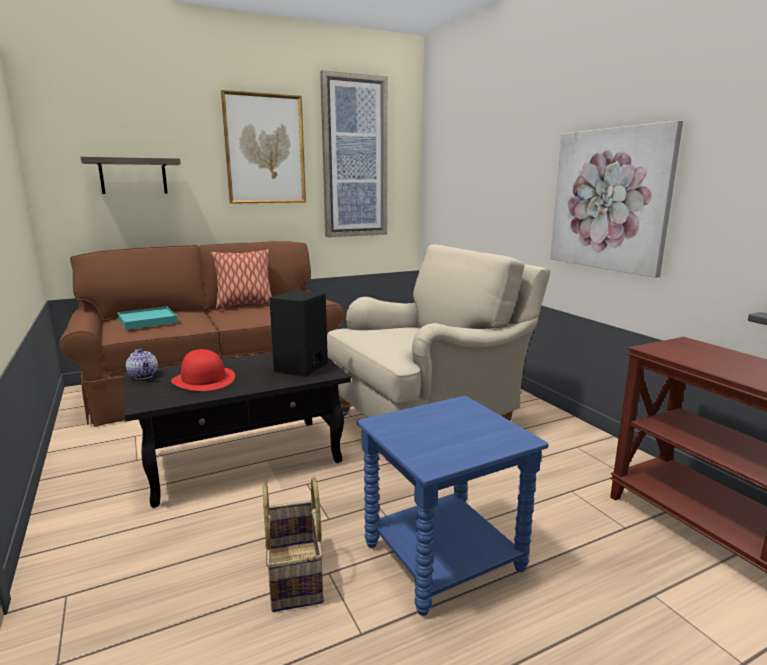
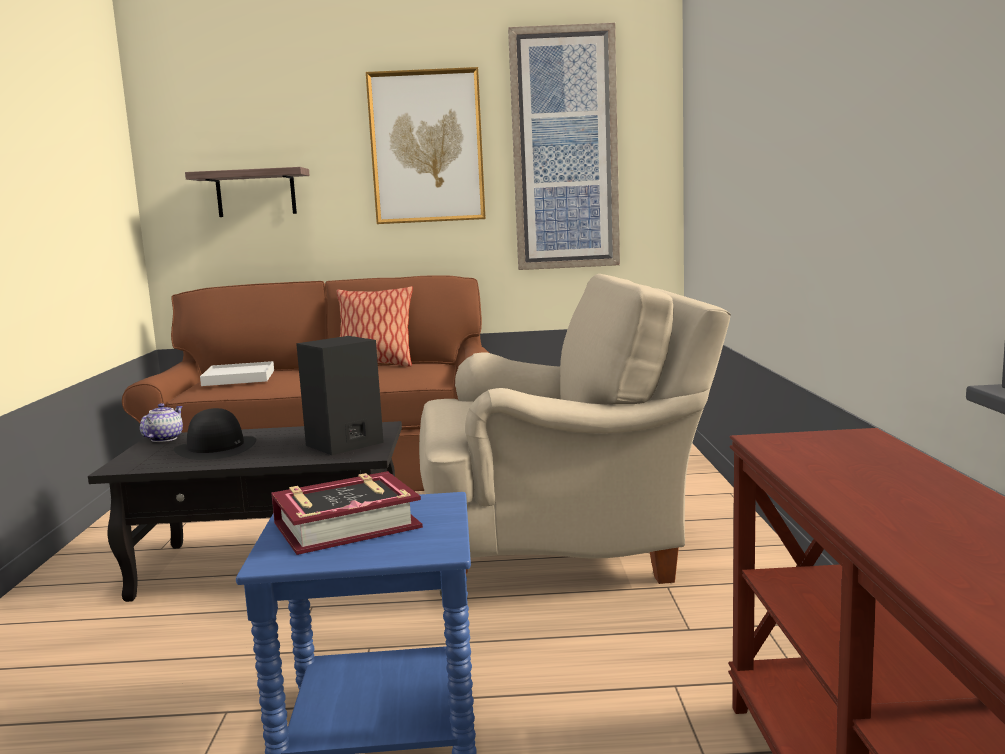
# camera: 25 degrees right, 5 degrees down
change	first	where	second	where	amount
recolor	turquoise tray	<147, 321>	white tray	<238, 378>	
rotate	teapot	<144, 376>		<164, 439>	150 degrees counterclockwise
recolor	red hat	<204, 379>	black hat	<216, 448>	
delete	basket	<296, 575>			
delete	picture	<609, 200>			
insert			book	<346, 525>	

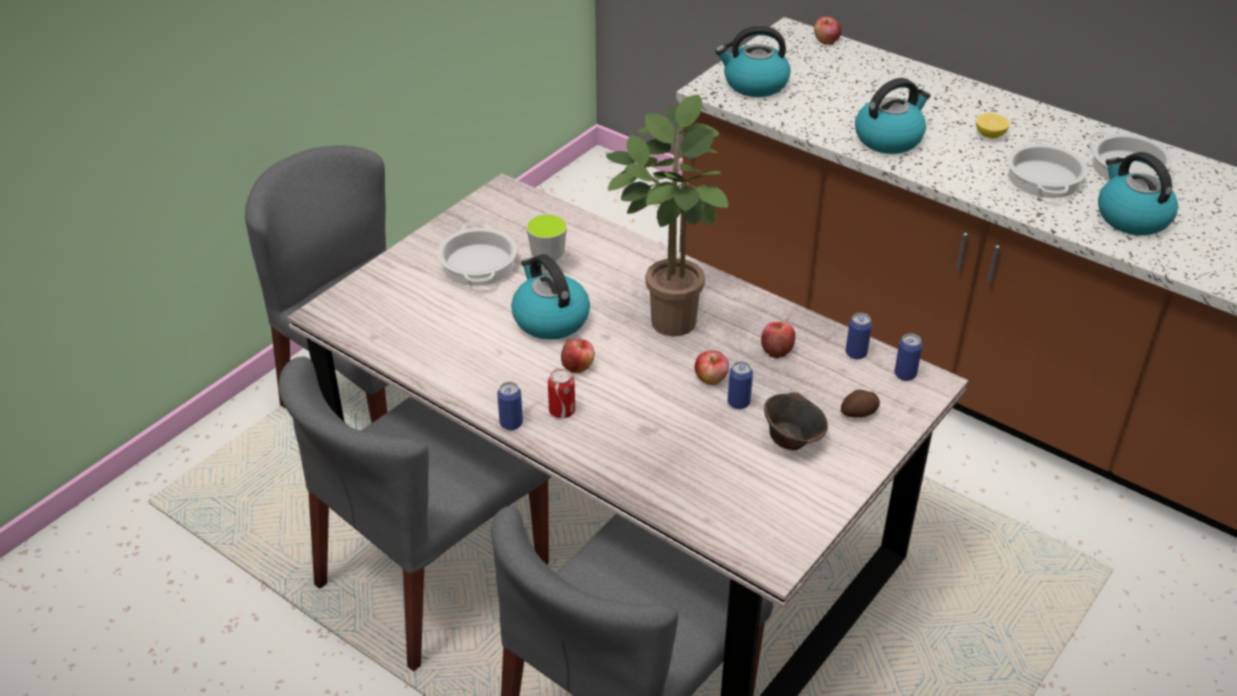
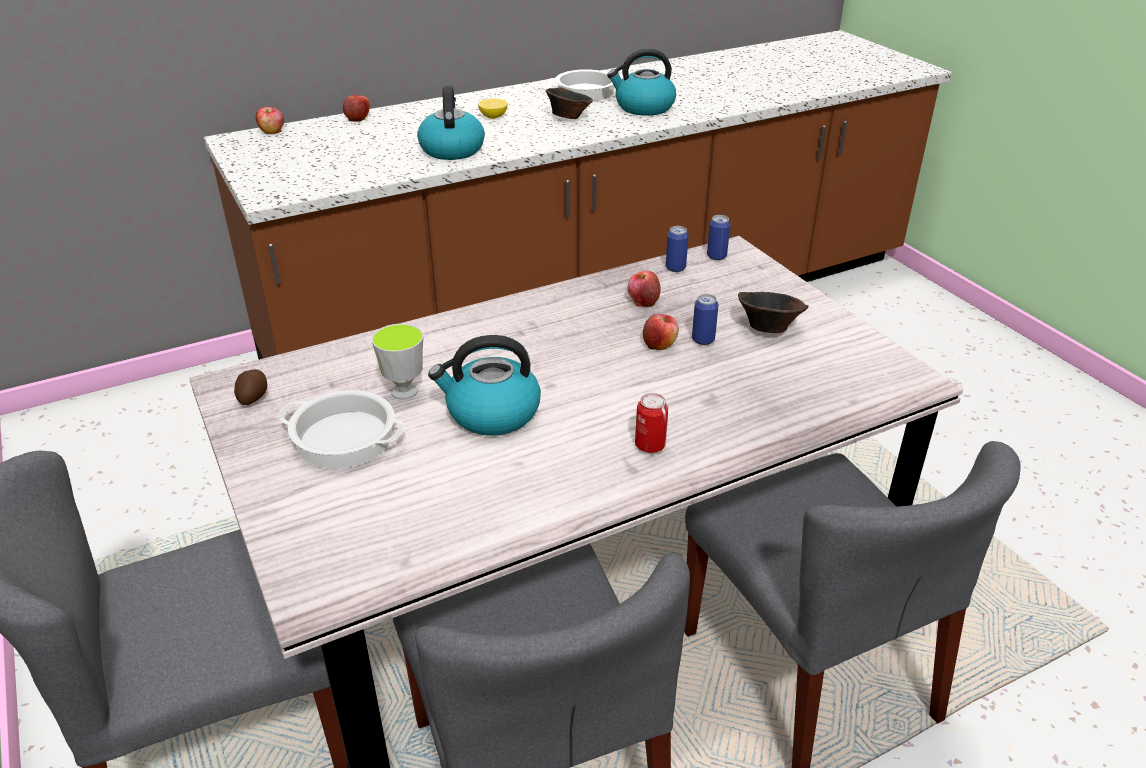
# camera: 65 degrees left, 5 degrees down
change	first	where	second	where	amount
delete	can	<511, 423>			
move	apple	<578, 366>		<358, 118>	
delete	potted plant	<667, 318>			
delete	kettle	<754, 84>			
move	potato	<860, 413>		<254, 396>	
replace	cooking pot	<1043, 178>	brown bowl	<568, 117>	

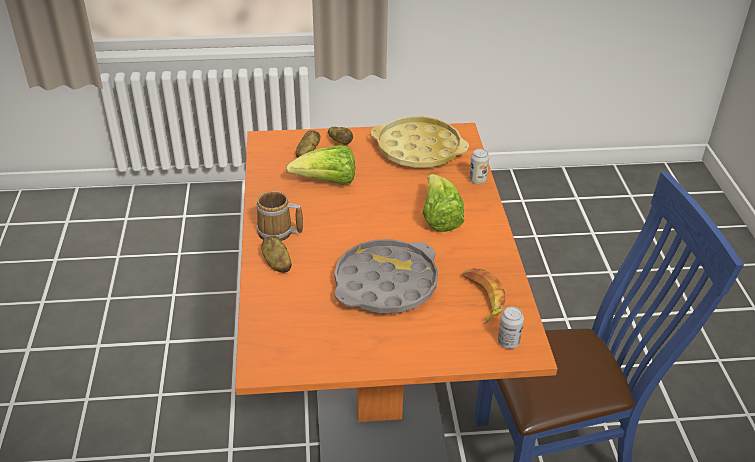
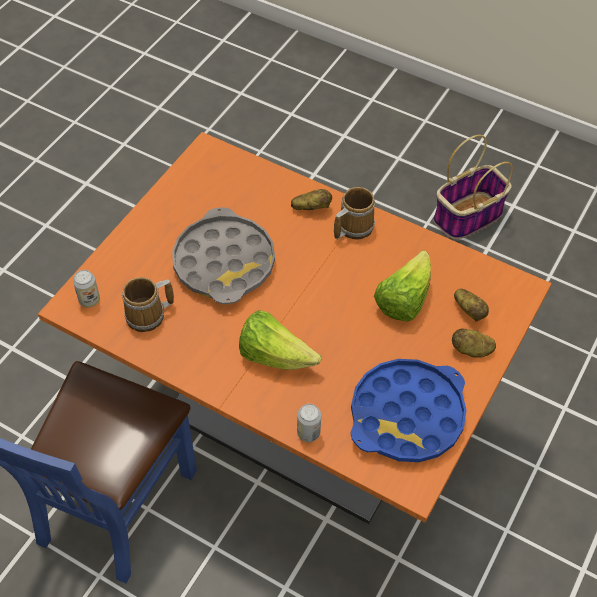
# camera: 125 degrees right, 15 degrees up
change	first	where	second	where	amount
recolor	yellow tray	<418, 149>	blue tray	<407, 415>	
replace	banana	<481, 298>	mug	<148, 316>	
insert			basket	<467, 217>	

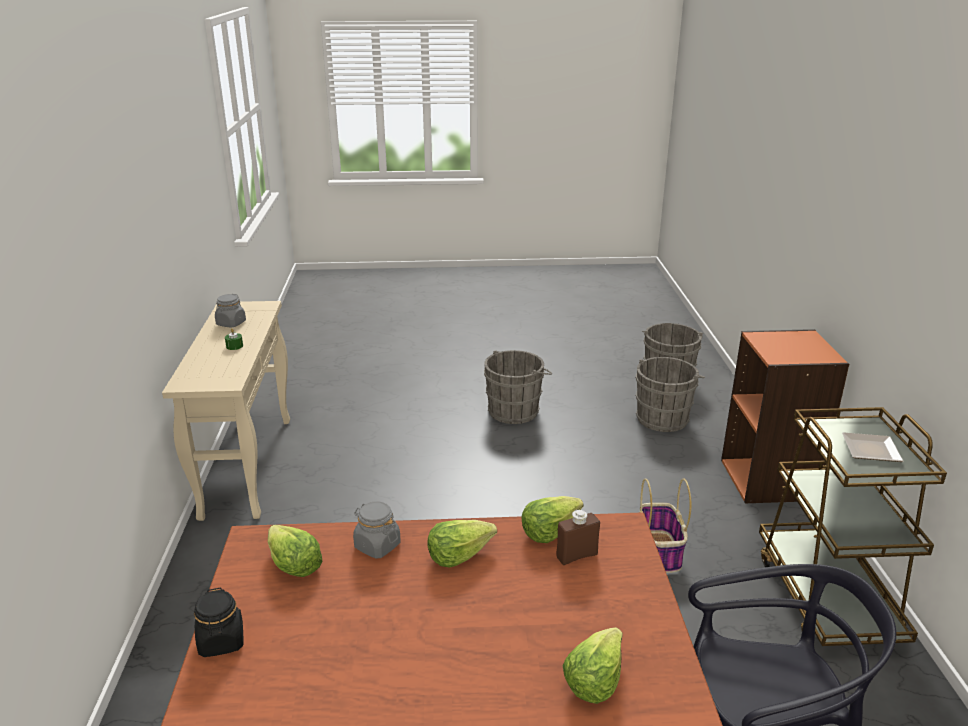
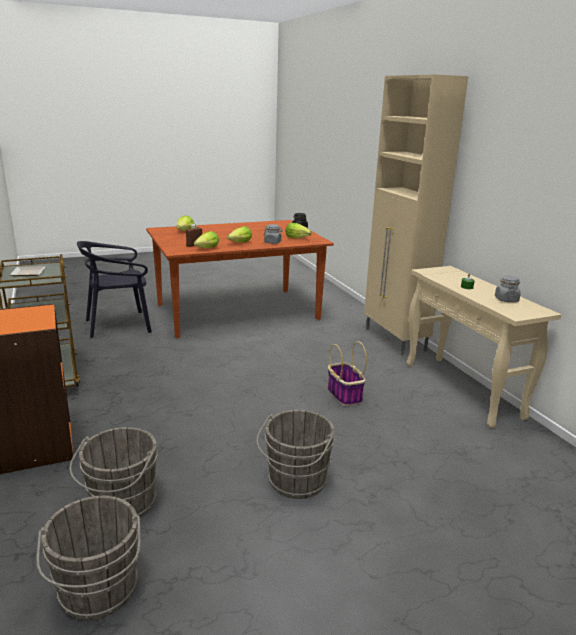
# camera: 160 degrees right, 5 degrees down
change	first	where	second	where	amount
move	basket	<659, 553>		<344, 394>	
insert			beige cabinet	<395, 340>	

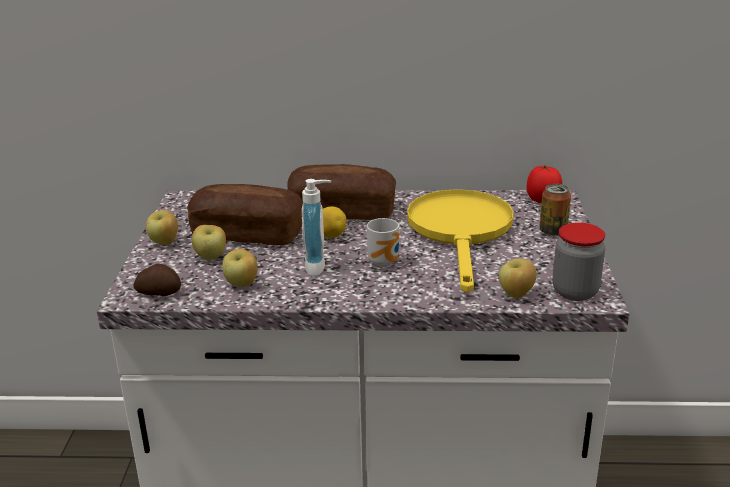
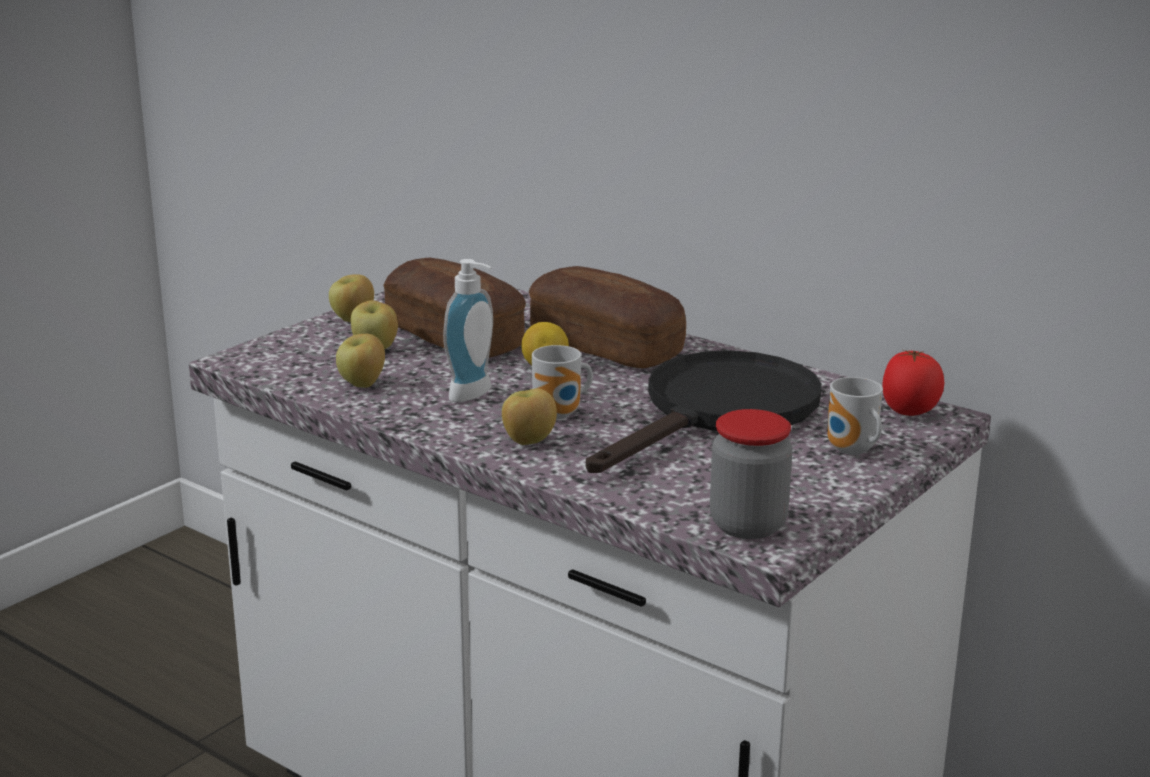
# camera: 35 degrees right, 5 degrees down
change	first	where	second	where	amount
delete	potato	<159, 292>			
recolor	yellow frying pan	<461, 232>	black frying pan	<719, 413>	
move	apple	<516, 294>		<528, 441>	
replace	can	<553, 231>	mug	<851, 451>	

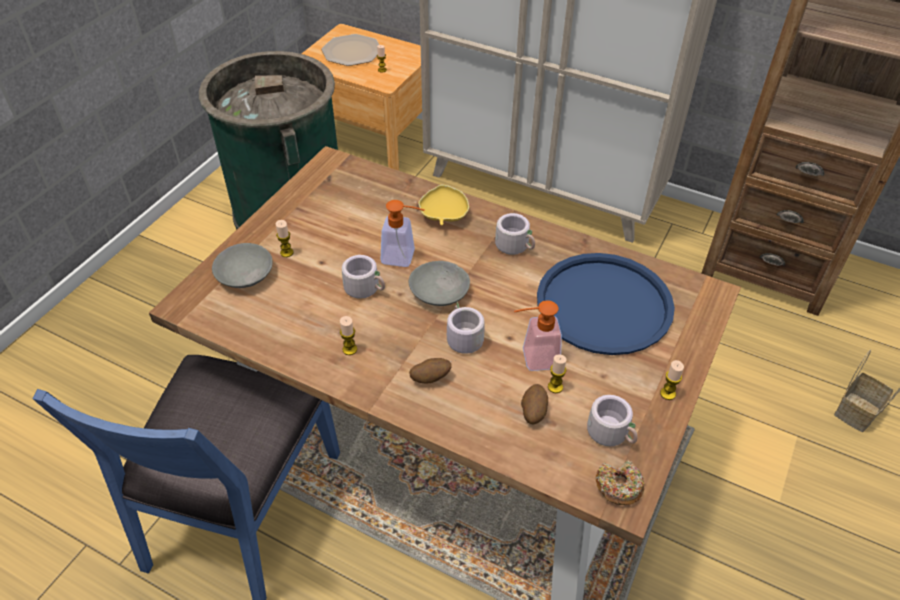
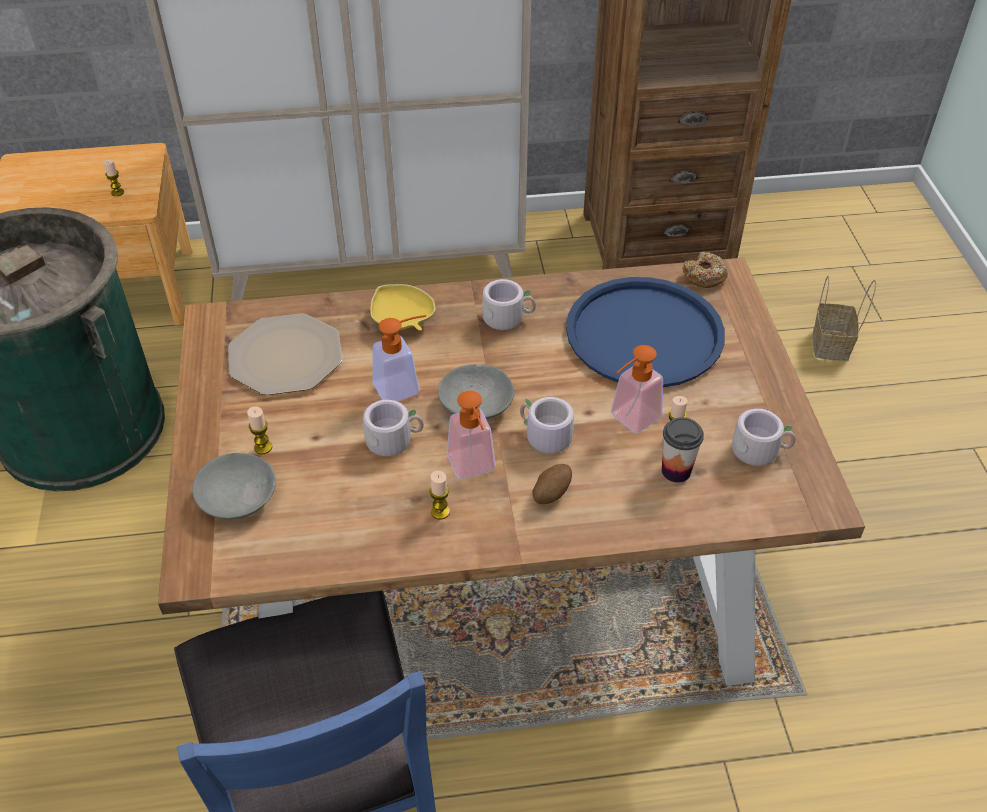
# camera: 35 degrees left, 0 degrees up
change	first	where	second	where	amount
move	plate	<351, 51>		<284, 355>	
replace	potato	<533, 412>	cup	<676, 471>	
move	donut	<618, 486>		<704, 276>	
delete	candle	<667, 393>			
insert			soap dispenser	<474, 469>	

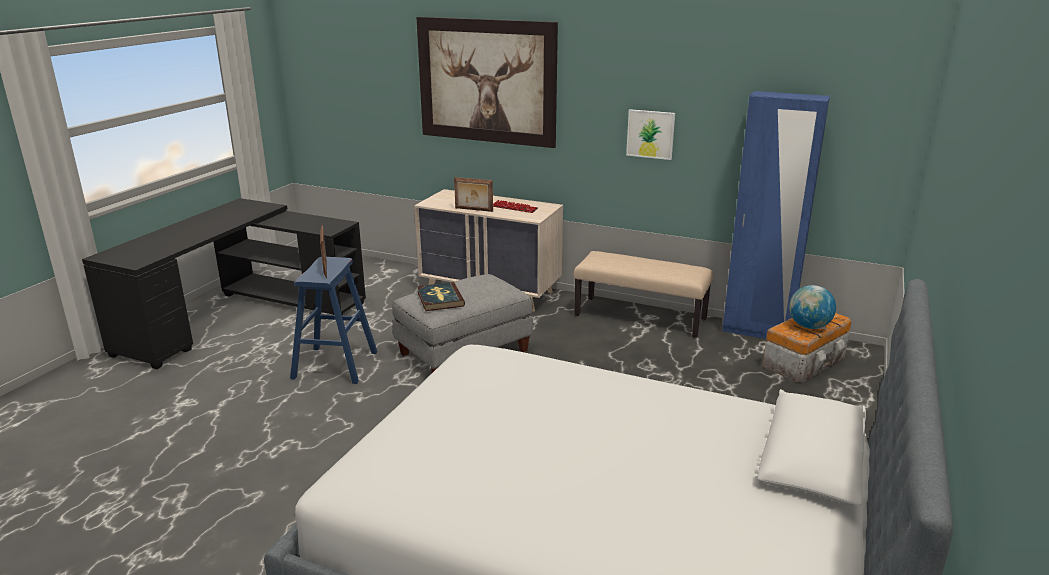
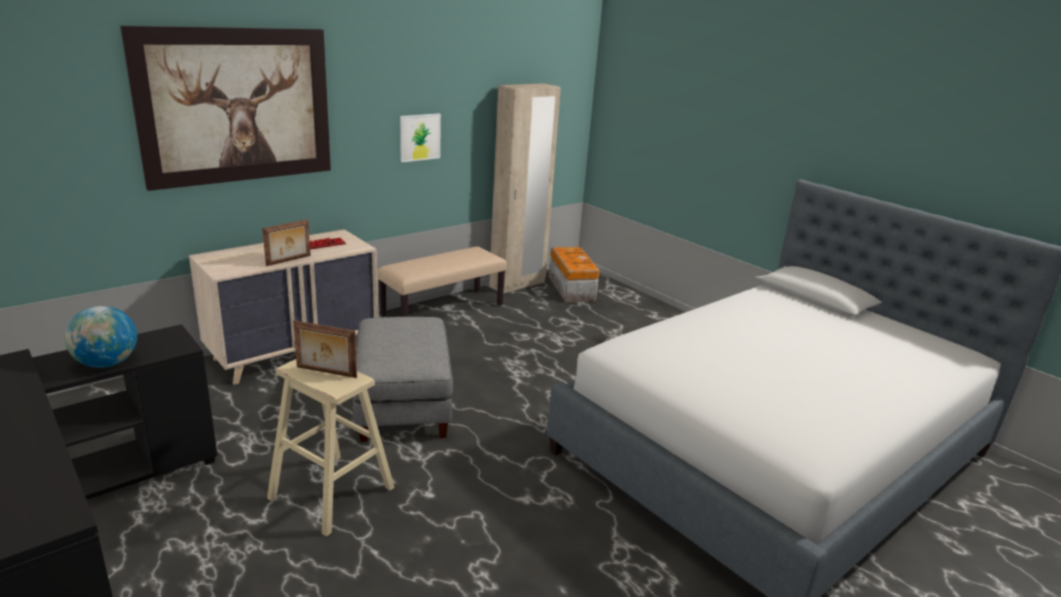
# camera: 65 degrees left, 0 degrees up
change	first	where	second	where	amount
recolor	blue stool	<335, 365>	beige stool	<332, 493>	
delete	book	<440, 299>			
recolor	blue wardrobe	<757, 332>	beige wardrobe	<517, 284>	
move	globe	<809, 326>		<107, 364>	

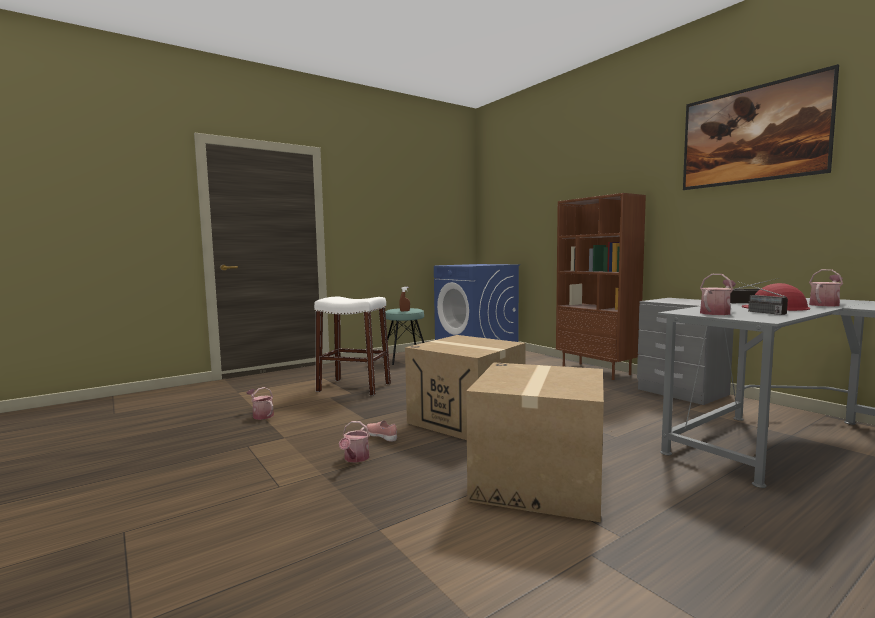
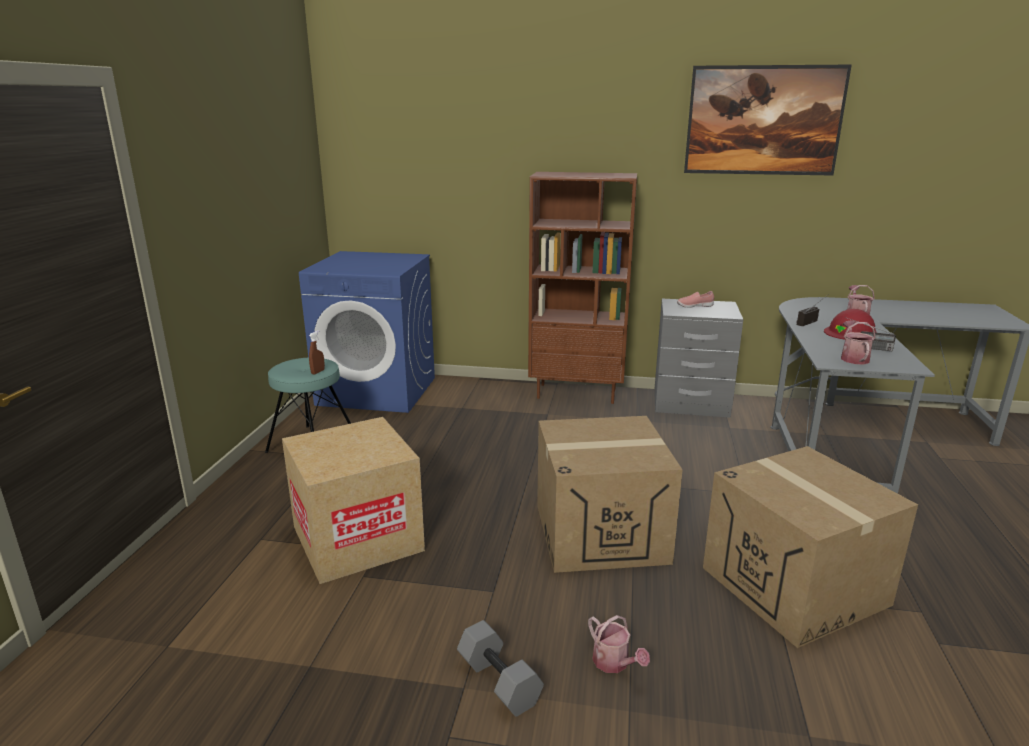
# camera: 45 degrees left, 15 degrees up
change	first	where	second	where	amount
delete	watering can	<261, 415>			
replace	white stool	<354, 387>	cardboard box	<357, 538>	
move	pink shoe	<382, 437>		<694, 306>	
insert			grey dumbbell	<497, 681>	

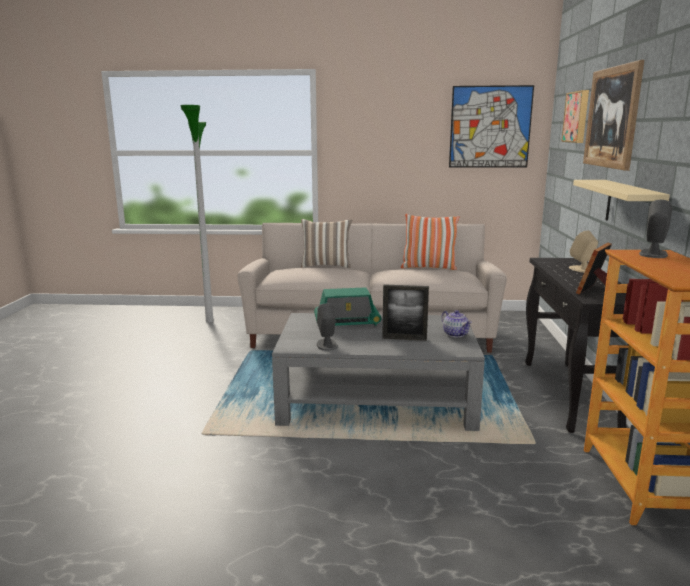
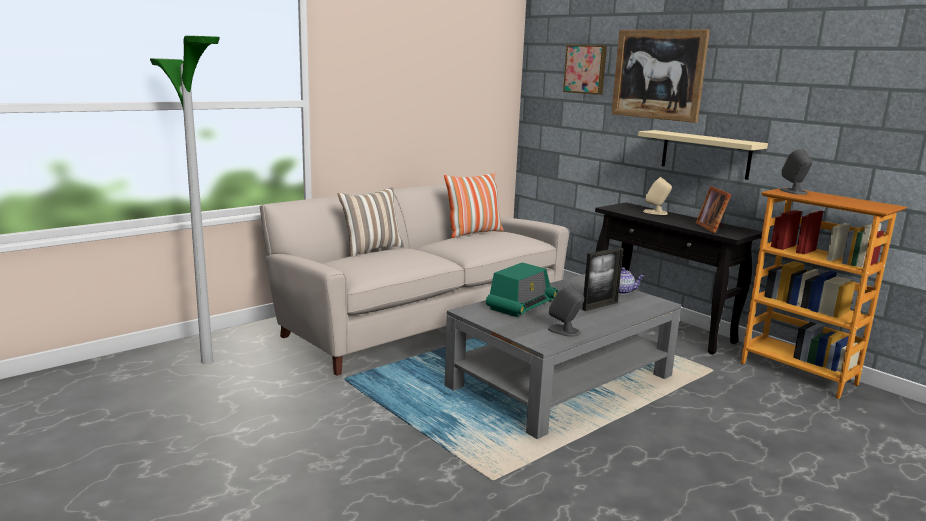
# camera: 45 degrees left, 0 degrees up
change	first	where	second	where	amount
delete	picture	<490, 127>			

